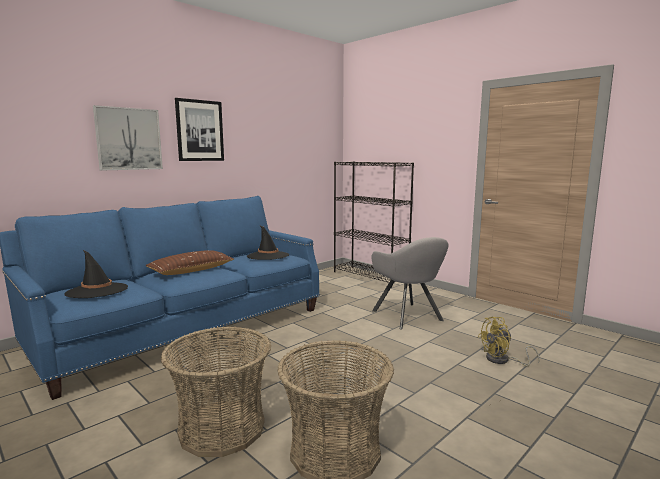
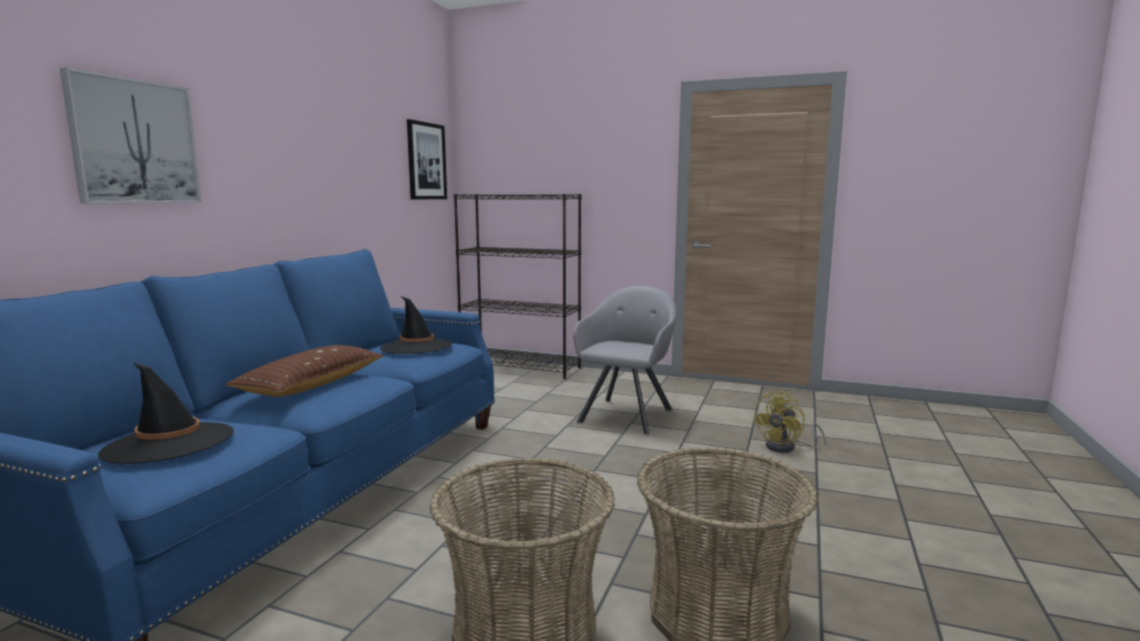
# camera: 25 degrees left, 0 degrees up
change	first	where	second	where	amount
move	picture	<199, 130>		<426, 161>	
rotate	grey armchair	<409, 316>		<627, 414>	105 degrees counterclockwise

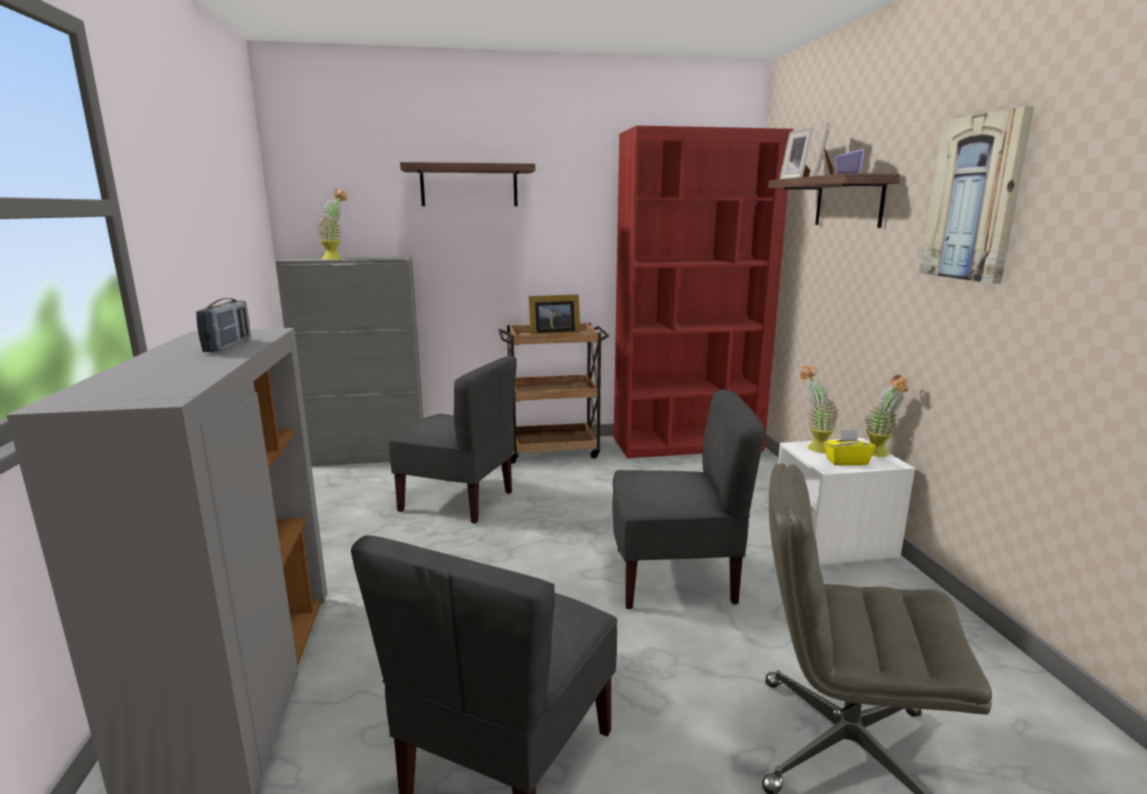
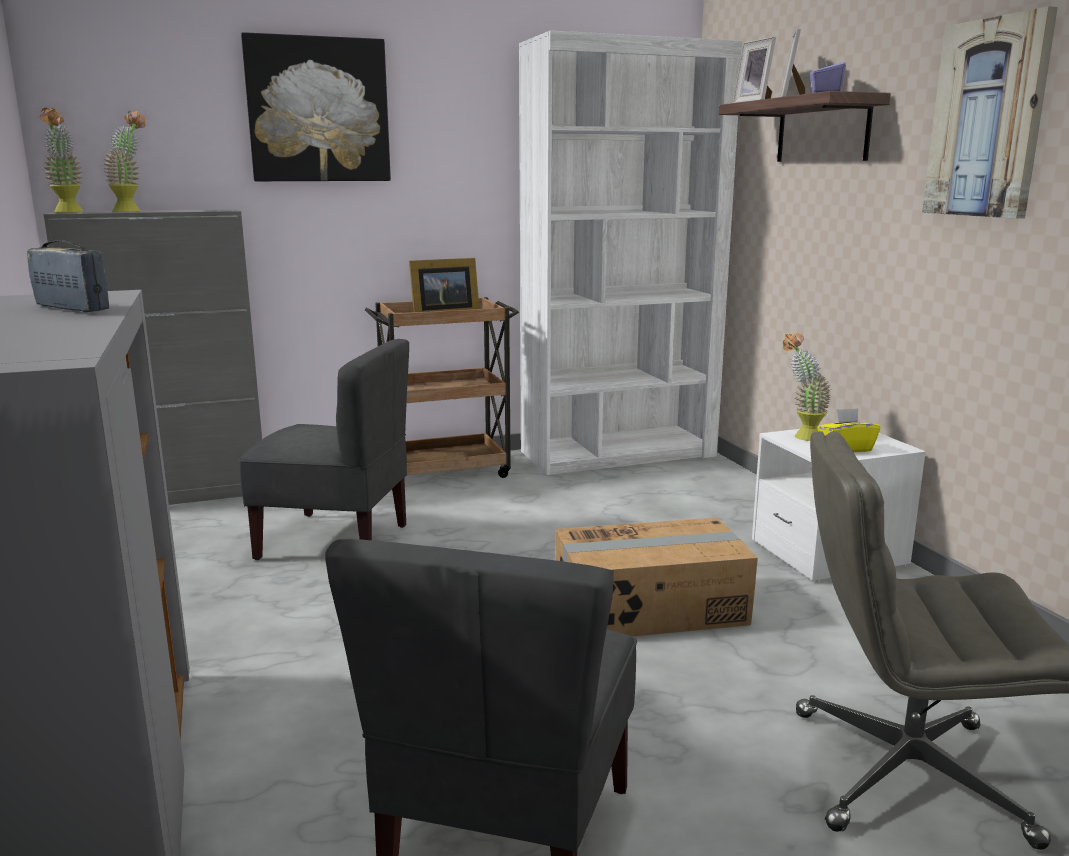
# camera: 10 degrees left, 0 degrees up
change	first	where	second	where	amount
rotate	radio	<228, 346>		<72, 308>	45 degrees counterclockwise
replace	shelf	<469, 186>	picture	<318, 110>	
replace	grey chair	<674, 577>	cardboard box	<650, 608>	
recolor	red bookcase	<687, 444>	white bookcase	<618, 453>	
move	potted plant	<880, 455>		<68, 212>	

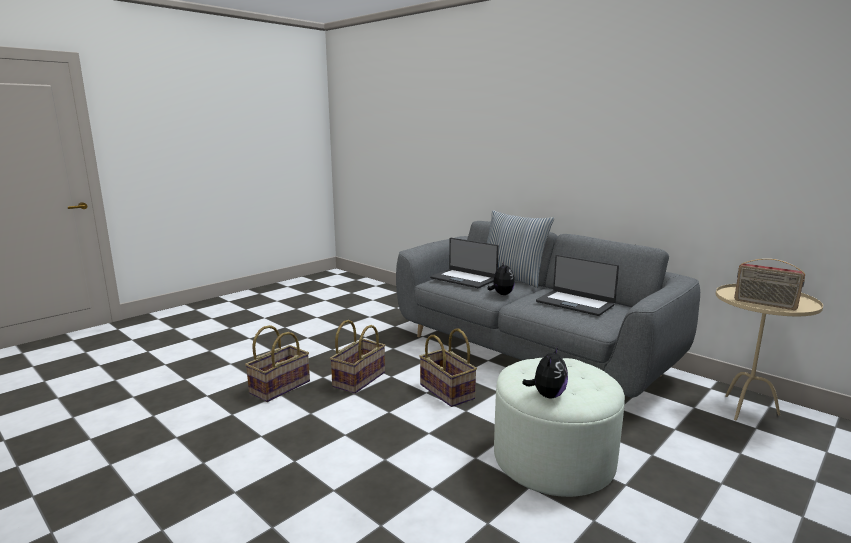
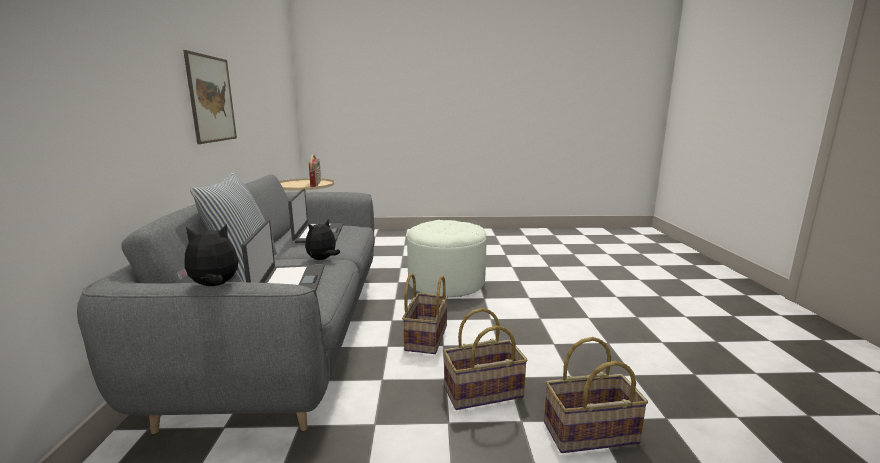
# camera: 135 degrees left, 0 degrees up
change	first	where	second	where	amount
move	plush toy	<547, 395>		<214, 286>	
insert			picture	<211, 99>	

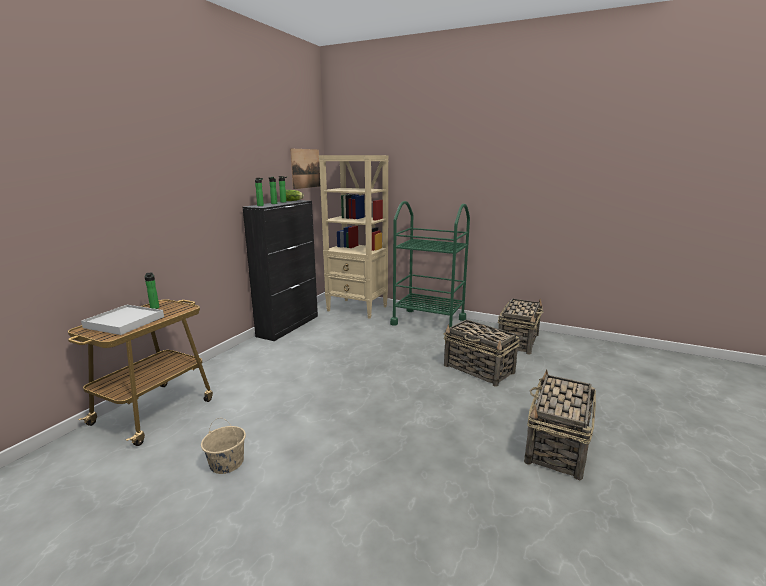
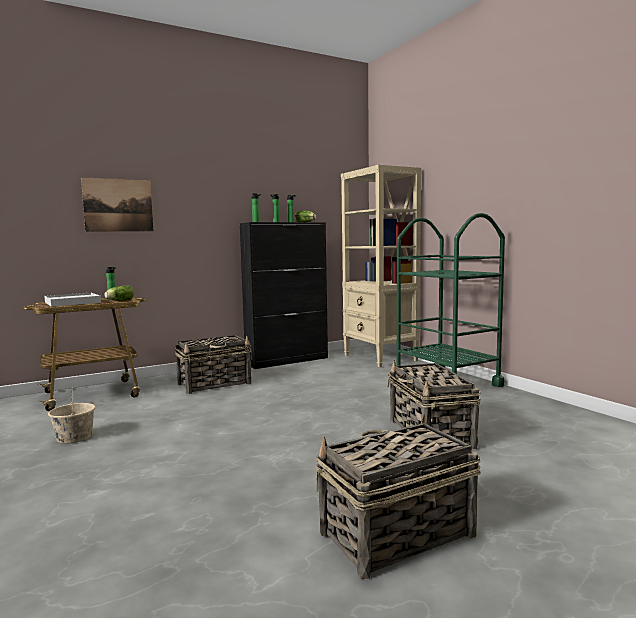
# camera: 35 degrees right, 10 degrees down
change	first	where	second	where	amount
move	picture	<305, 168>		<118, 205>	
move	basket	<518, 341>		<215, 384>	
insert			lettuce	<119, 301>	

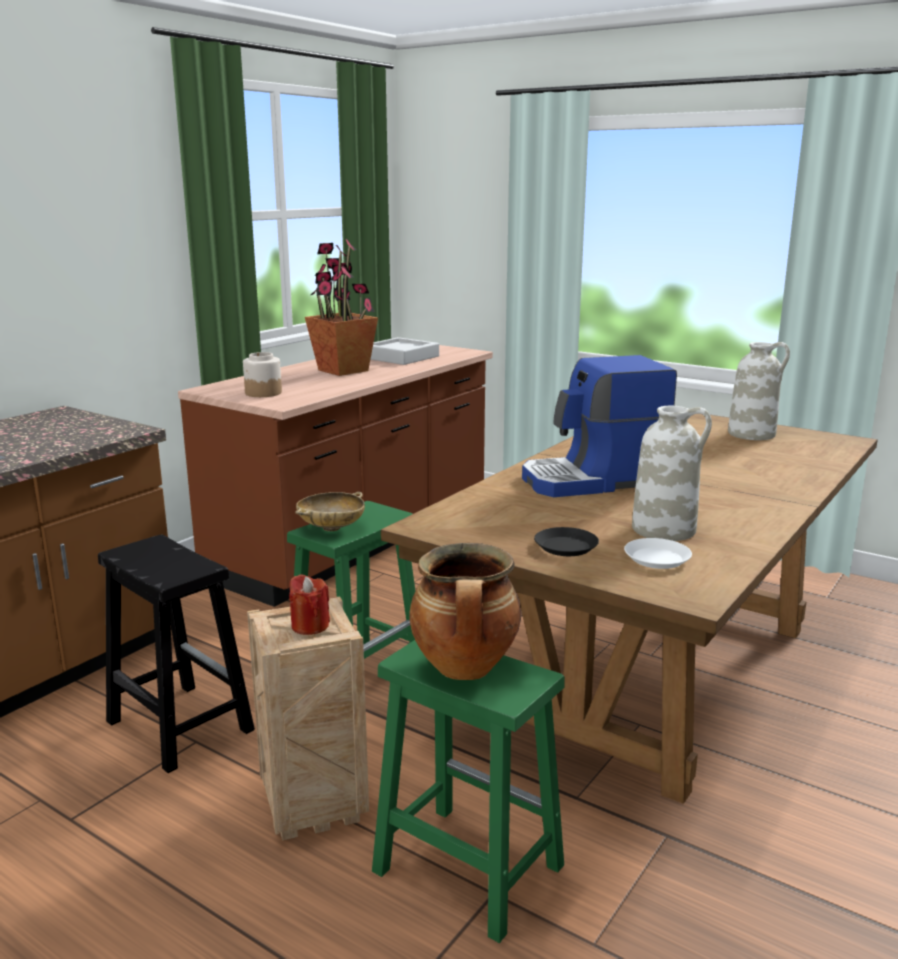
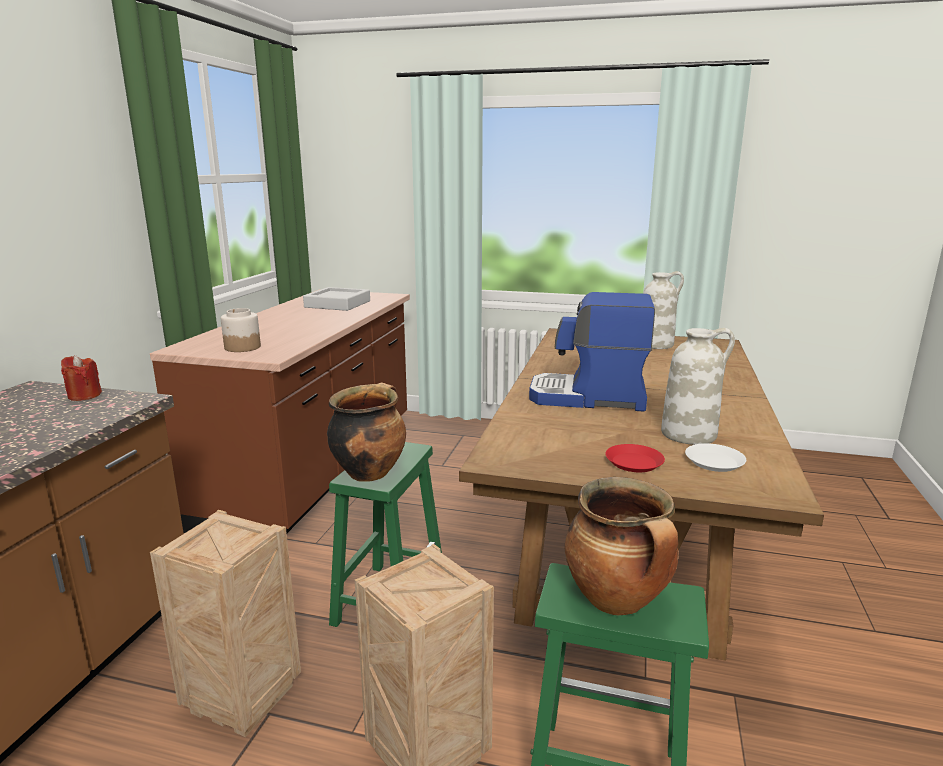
# camera: 20 degrees left, 0 degrees up
change	first	where	second	where	amount
replace	black stool	<178, 725>	crate	<240, 699>	
move	red candle	<310, 626>		<84, 396>	
replace	beige bowl	<331, 528>	cooking pot	<369, 472>	
delete	potted plant	<342, 370>			
rotate	coffee machine	<594, 481>		<588, 397>	45 degrees clockwise
recolor	black plate	<565, 546>	red plate	<633, 462>	

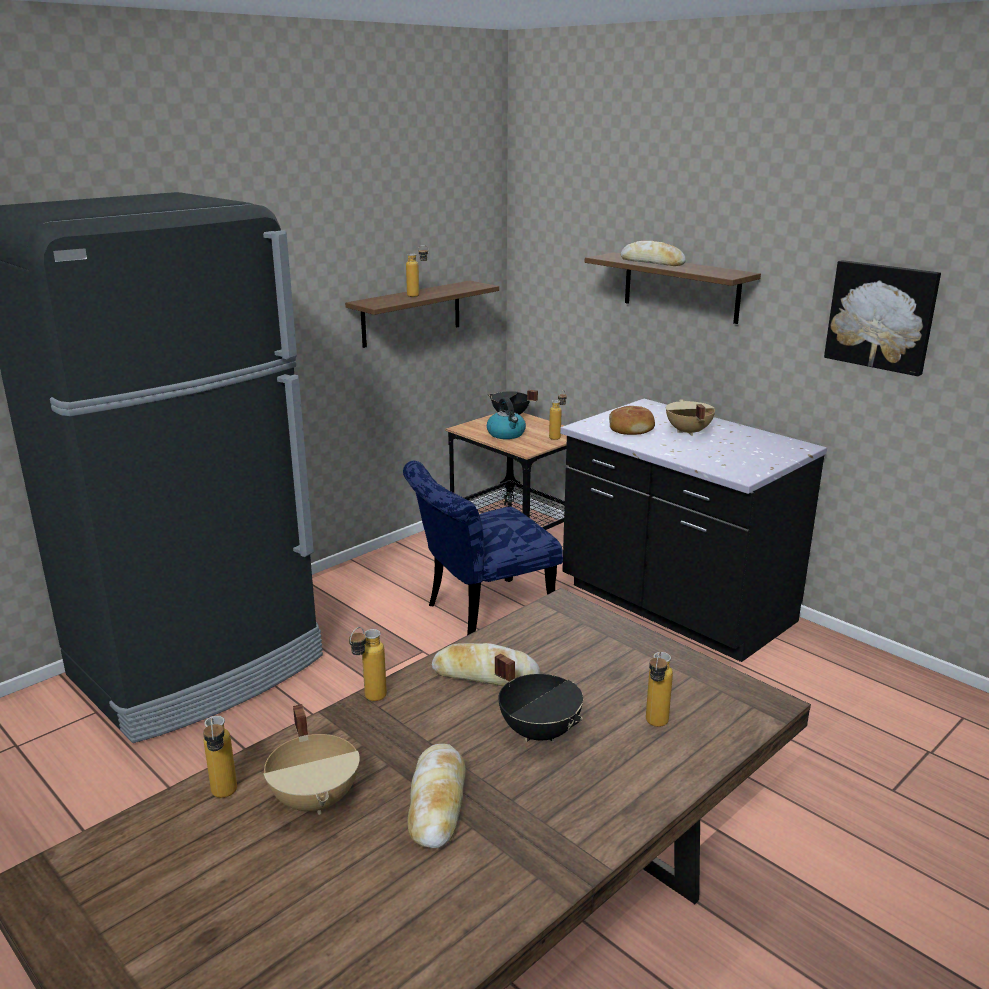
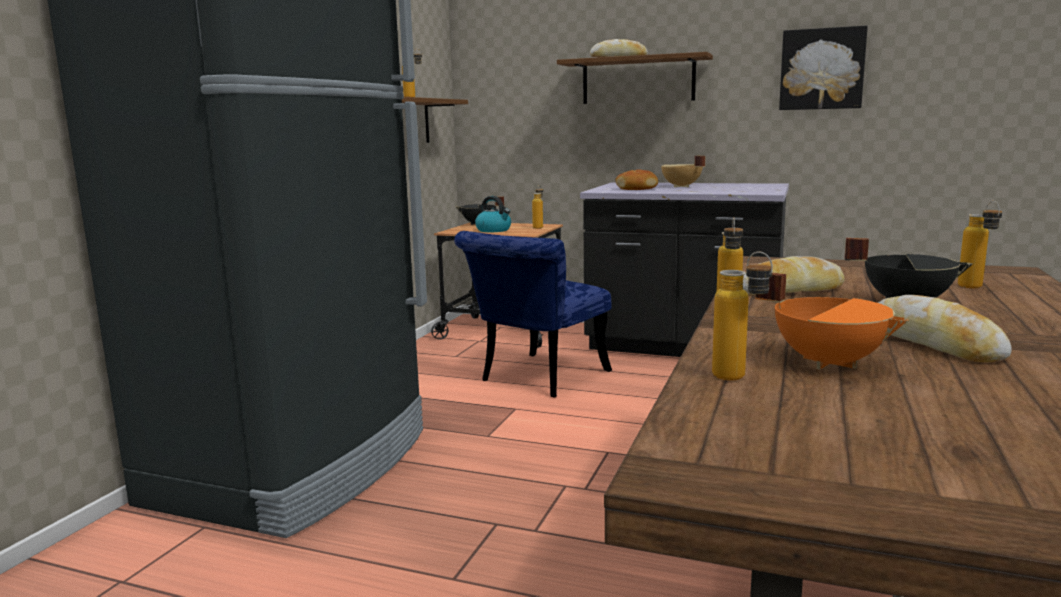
# camera: 25 degrees left, 10 degrees down
change	first	where	second	where	amount
recolor	beige cooking pot	<317, 799>	orange cooking pot	<829, 362>	

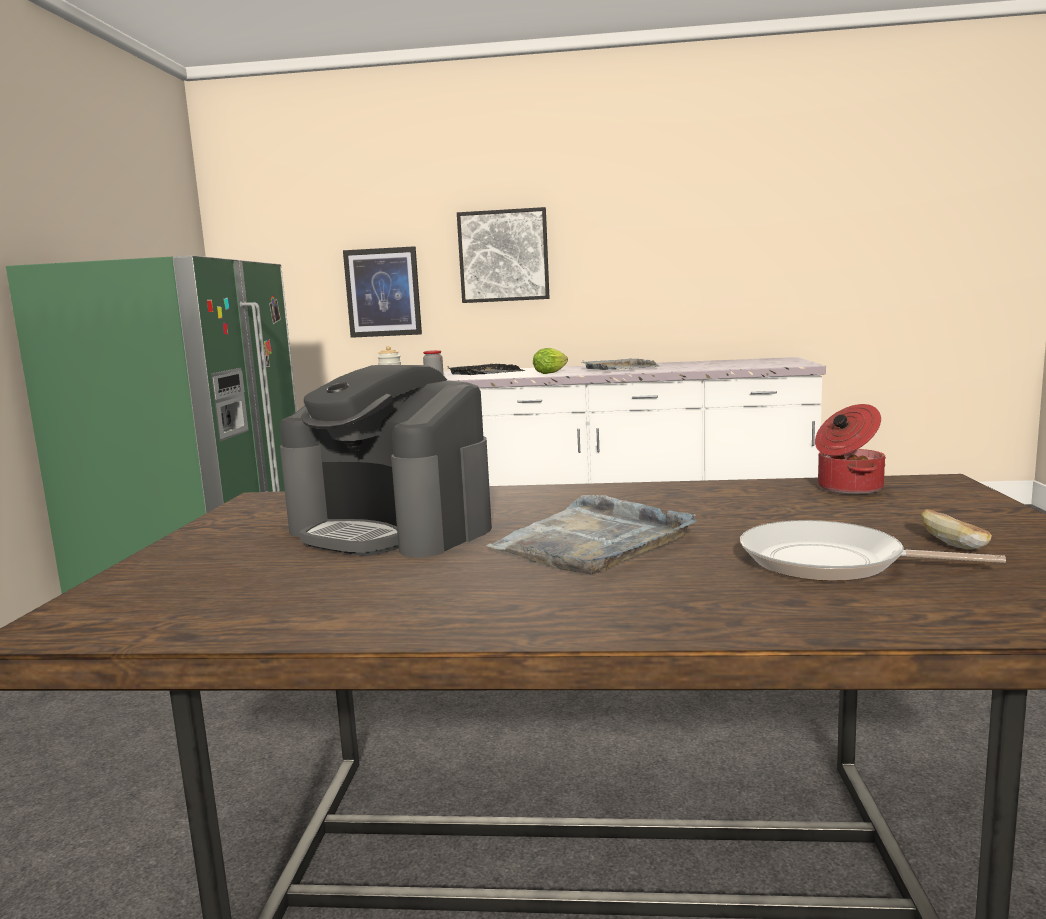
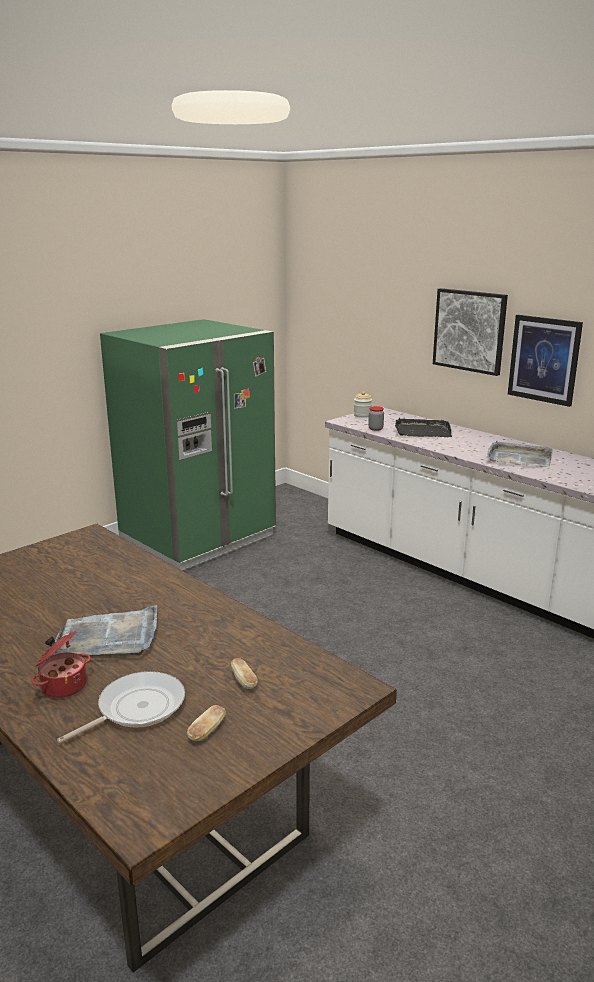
# camera: 40 degrees right, 10 degrees up
change	first	where	second	where	amount
delete	coffee machine	<392, 529>			
move	picture	<383, 292>		<544, 359>	
delete	lettuce	<552, 373>			
rotate	frying pan	<831, 562>		<136, 708>	75 degrees clockwise
move	cooking pot	<848, 488>		<63, 685>	
insert			bread	<244, 681>	

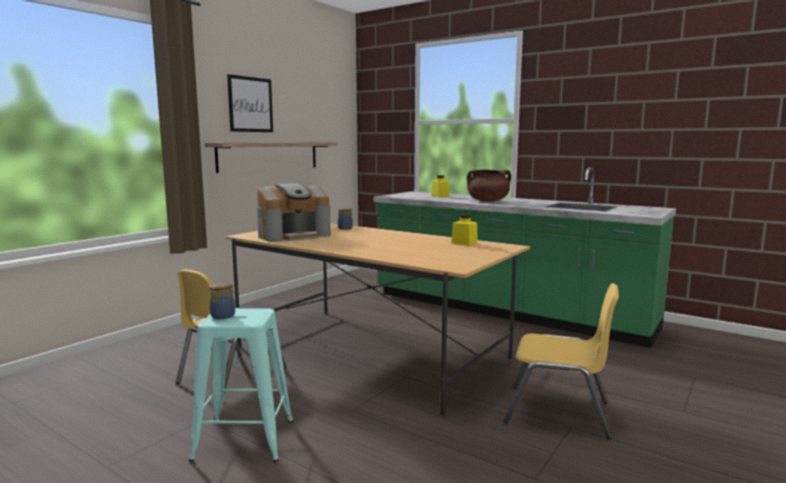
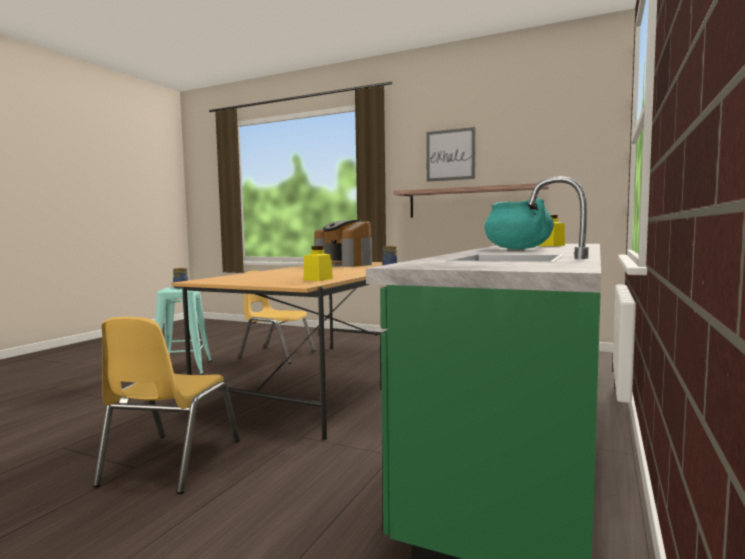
# camera: 80 degrees right, 5 degrees down
change	first	where	second	where	amount
recolor	brown cooking pot	<488, 201>	turquoise cooking pot	<518, 249>	

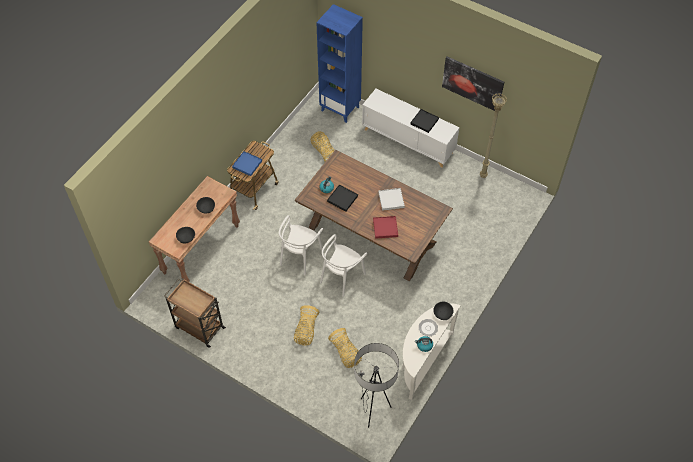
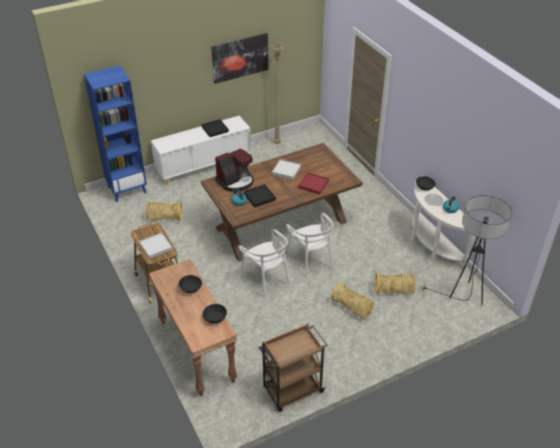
# camera: 60 degrees left, 15 degrees down
change	first	where	second	where	amount
recolor	blue tray	<247, 164>	white tray	<156, 246>	
insert			coffee machine	<236, 181>	

